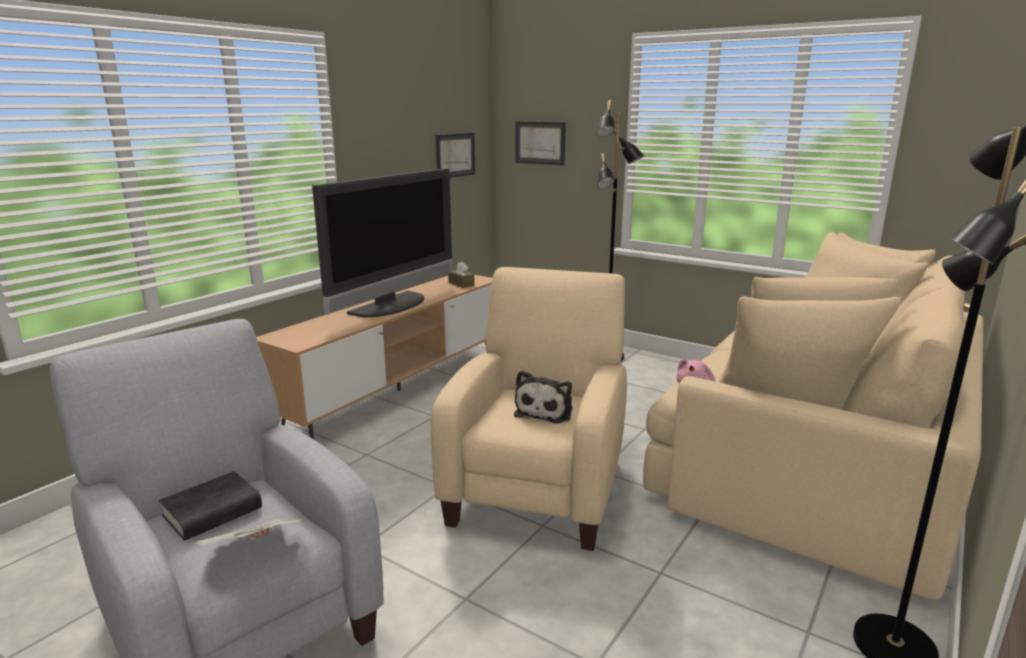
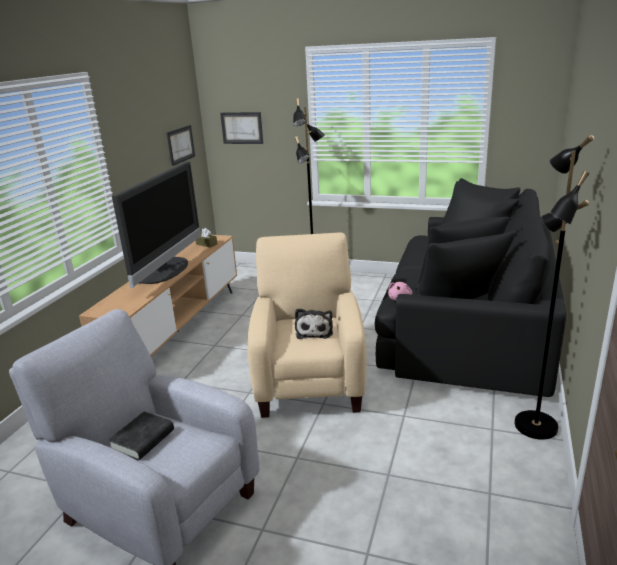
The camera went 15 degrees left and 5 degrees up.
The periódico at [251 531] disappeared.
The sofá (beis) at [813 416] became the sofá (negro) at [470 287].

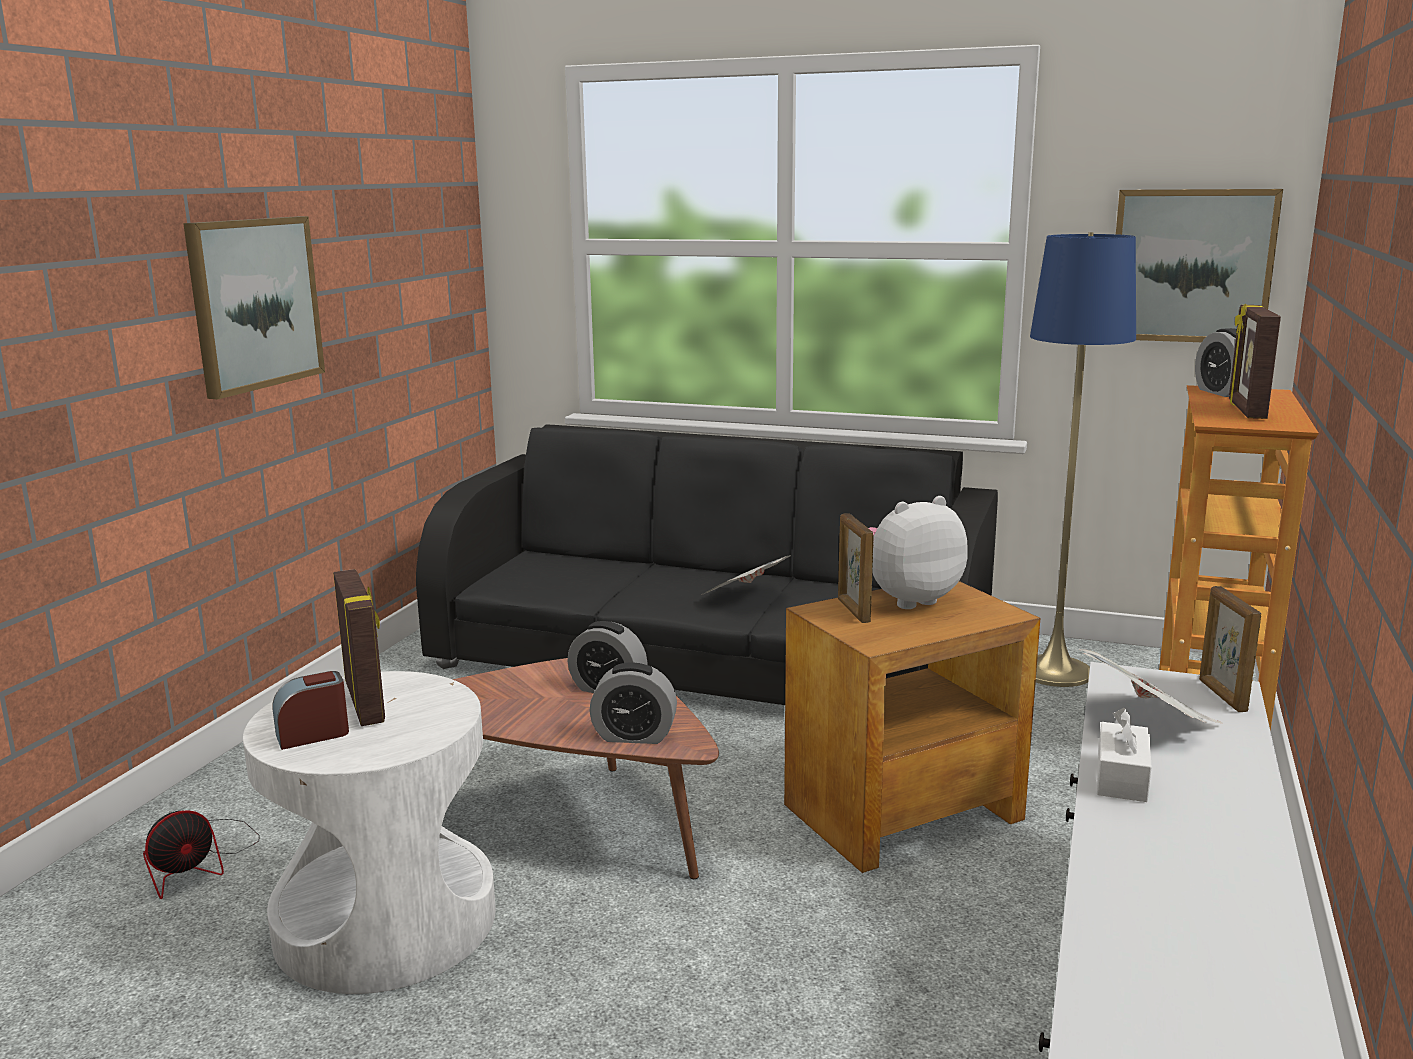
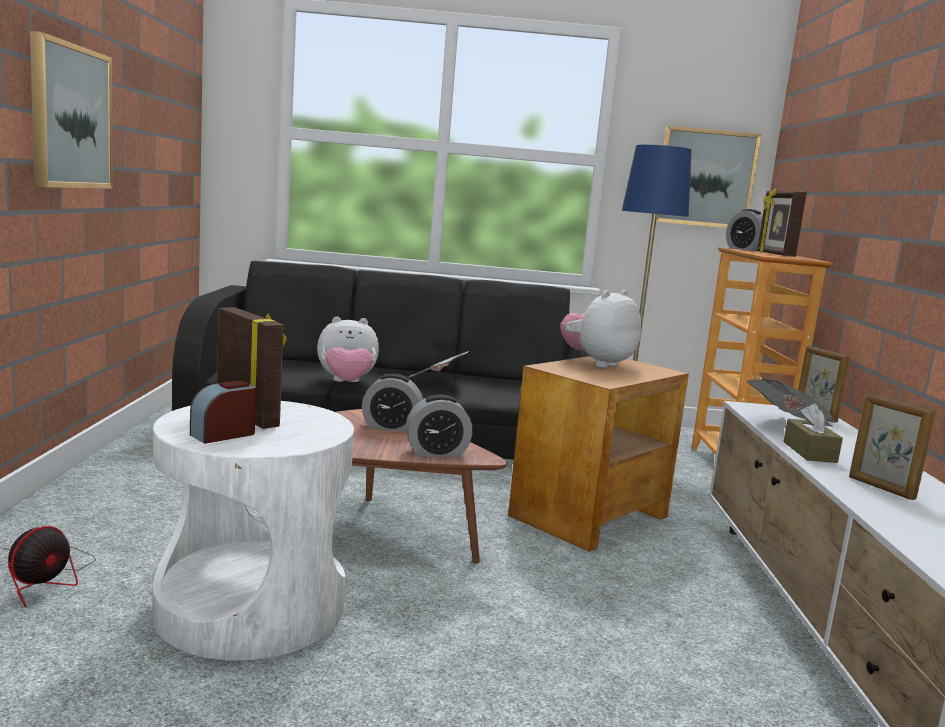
The camera went 20 degrees left and 5 degrees down.
The portarretratos moved from [856 568] to [892 446].
The caja de pañuelos (blanco) at [1124 755] became the caja de pañuelos (marrón) at [813 433].
The peluche at [348 349] appeared.

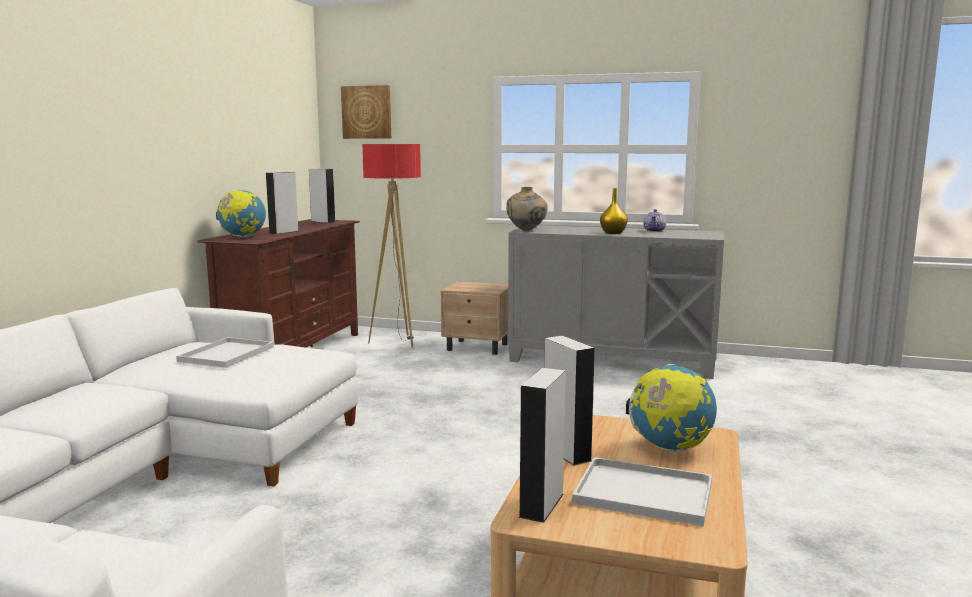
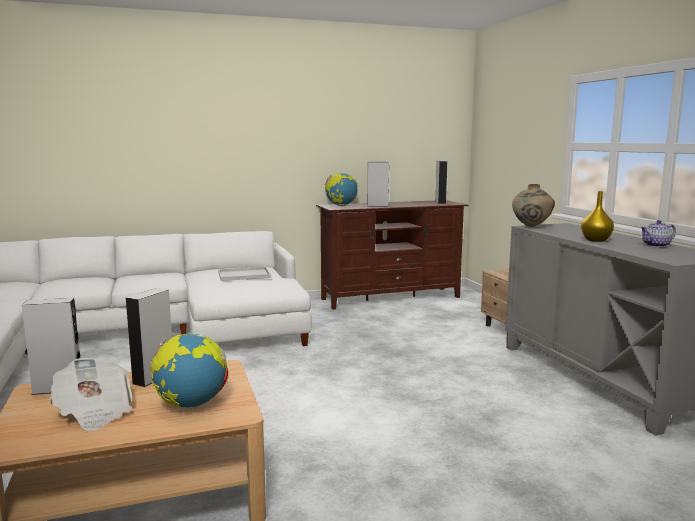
The camera went 55 degrees right and 0 degrees up.
The cuadro at [366 112] disappeared.
The lámpara de pie at [391 246] disappeared.
The bandeja (blanco) at [642 491] was replaced by the periódico at [91 394].

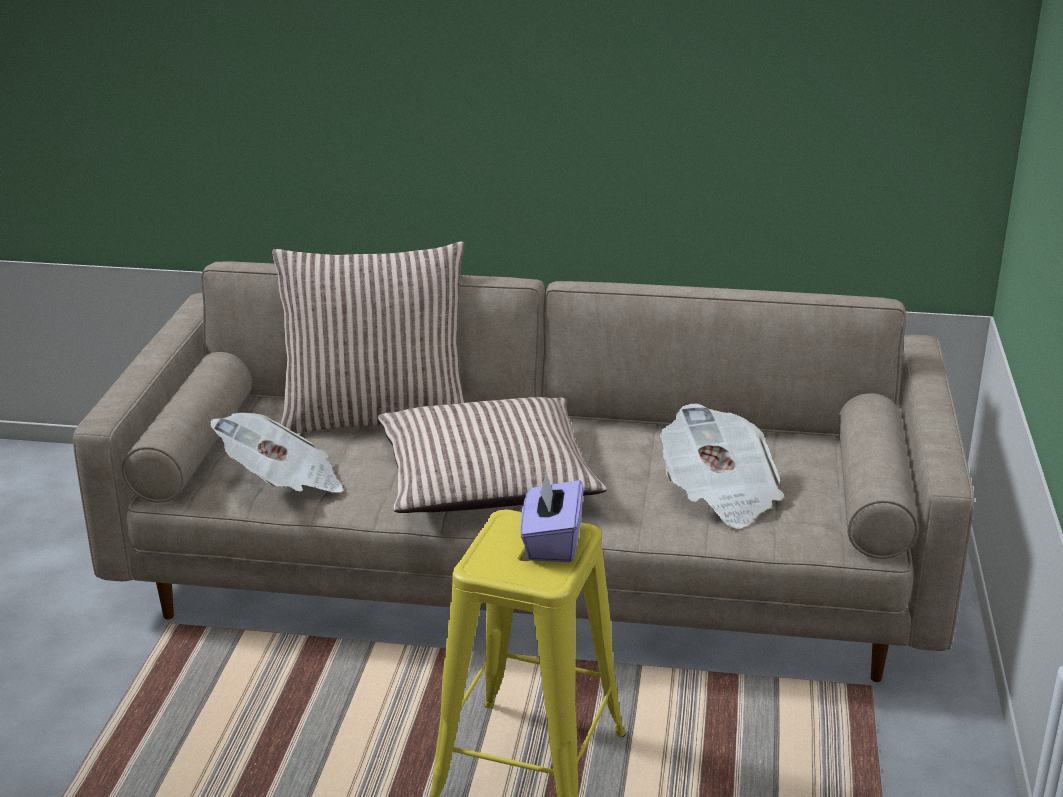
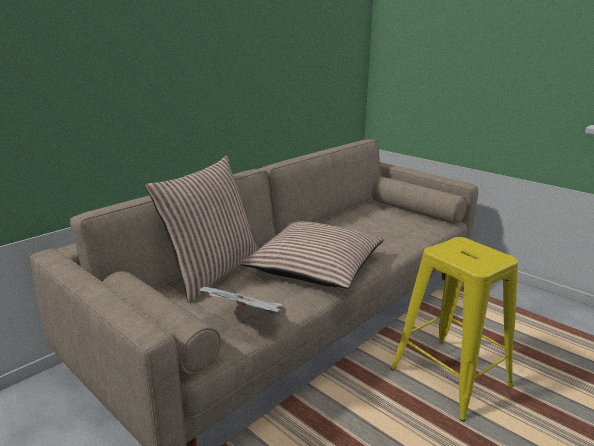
The camera went 55 degrees left and 5 degrees down.
The caja de pañuelos (morado) at [552 517] disappeared.
The periódico at [722 466] disappeared.

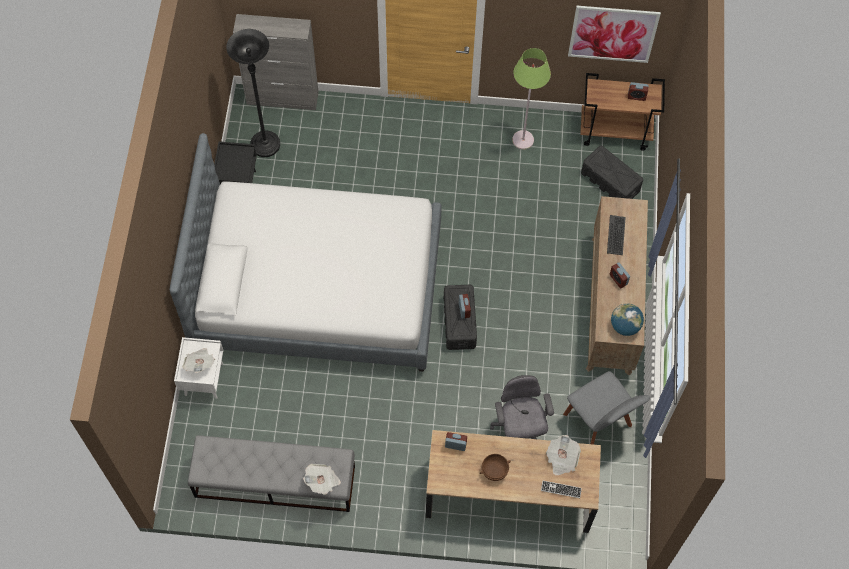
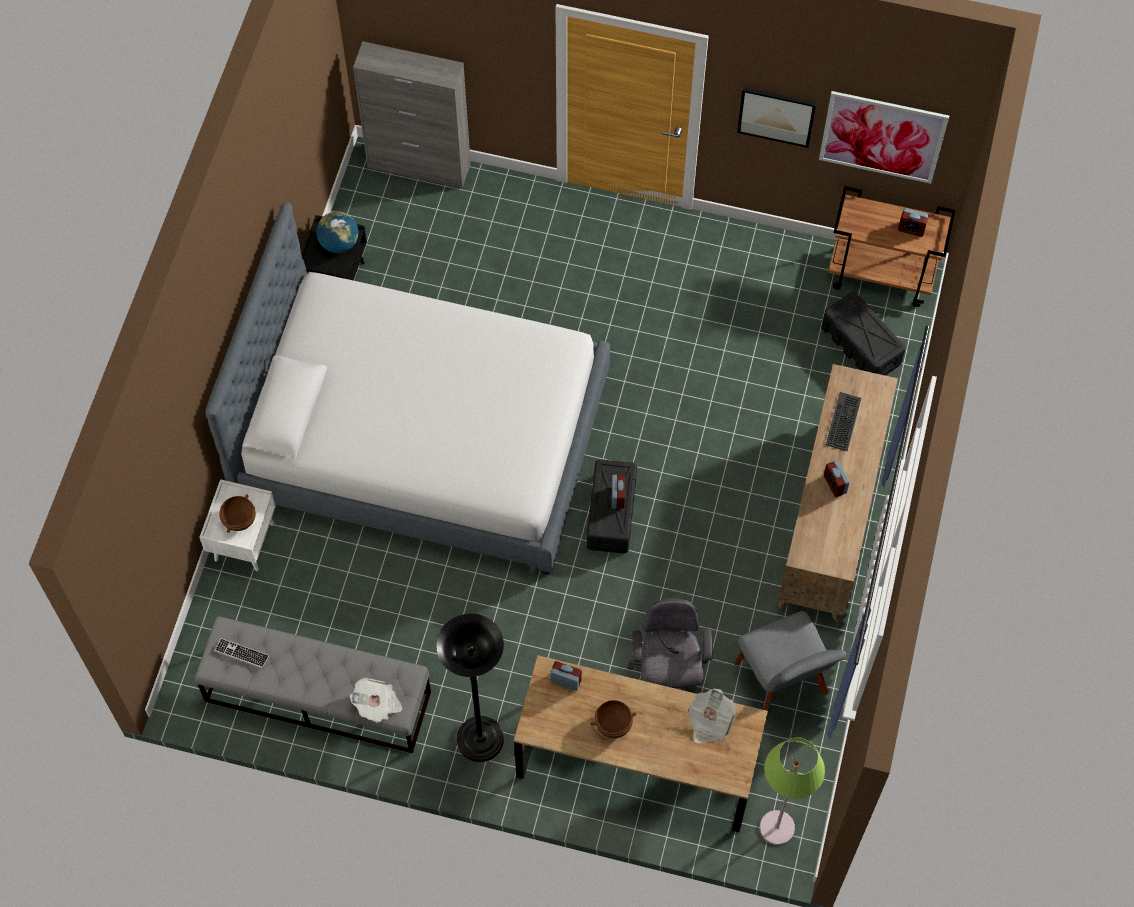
The camera went 10 degrees right and 0 degrees up.
The periódico at [199 360] was replaced by the cuenco (marrón) at [237 513].
The lámpara de pie (negro) moved from [253 93] to [470 688].
The lámpara de pie (verde) moved from [531 99] to [792 791].
The teclado moved from [561 489] to [241 653].
The globo terráqueo moved from [627 319] to [337 232].
The cuadro at [776 117] appeared.

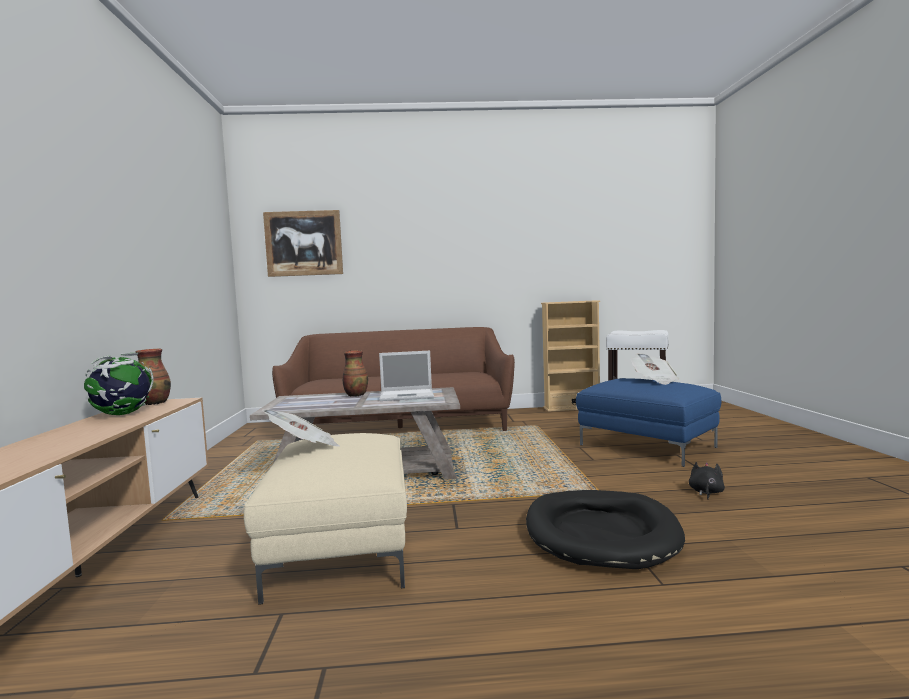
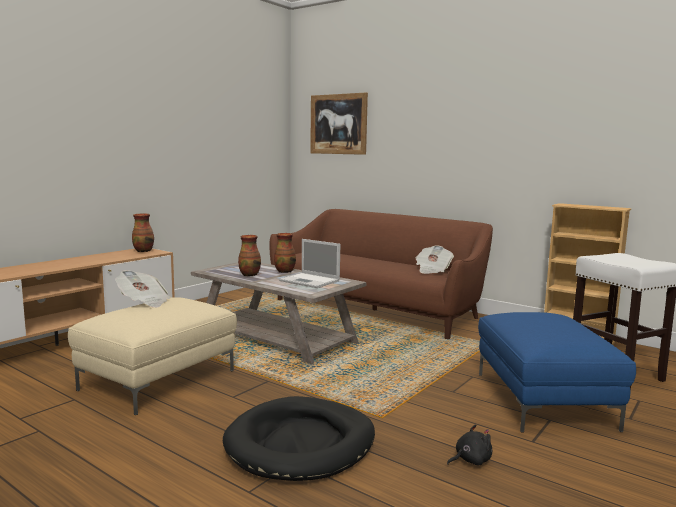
The camera went 40 degrees right and 5 degrees up.
The globo terráqueo at [118 384] disappeared.
The periódico moved from [654 369] to [435 259].
The florero at [249 255] appeared.

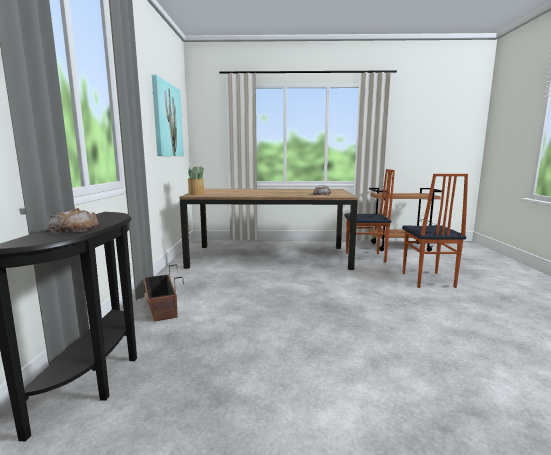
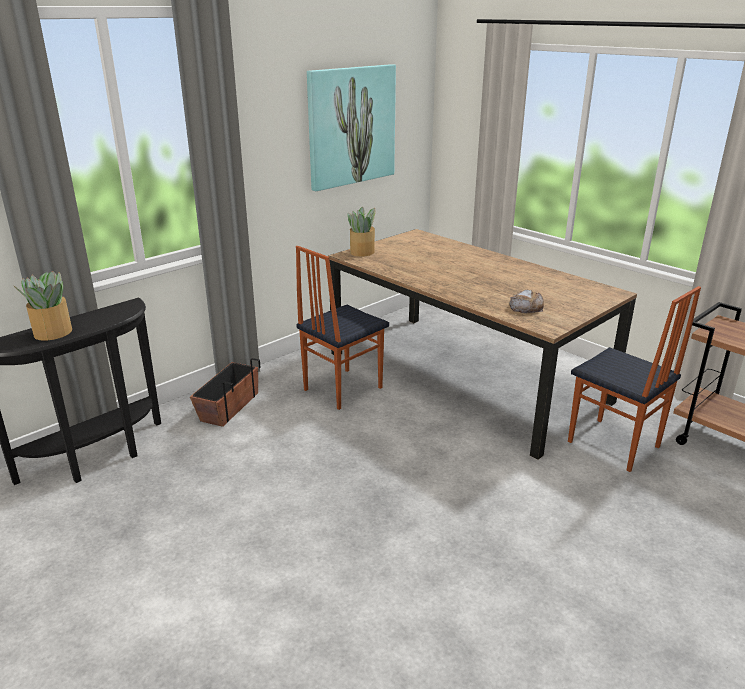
The camera went 45 degrees right and 15 degrees up.
The pan at [72 220] was replaced by the planta en maceta at [42 306].
The silla moved from [435 231] to [342 328].

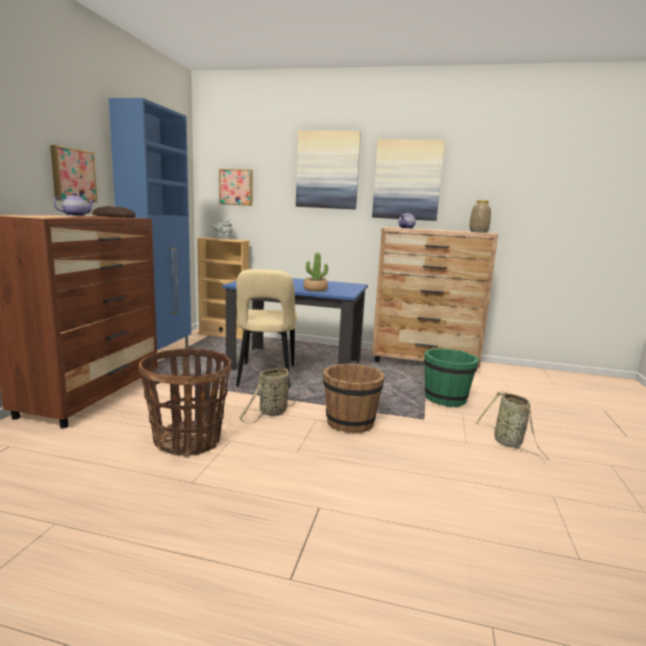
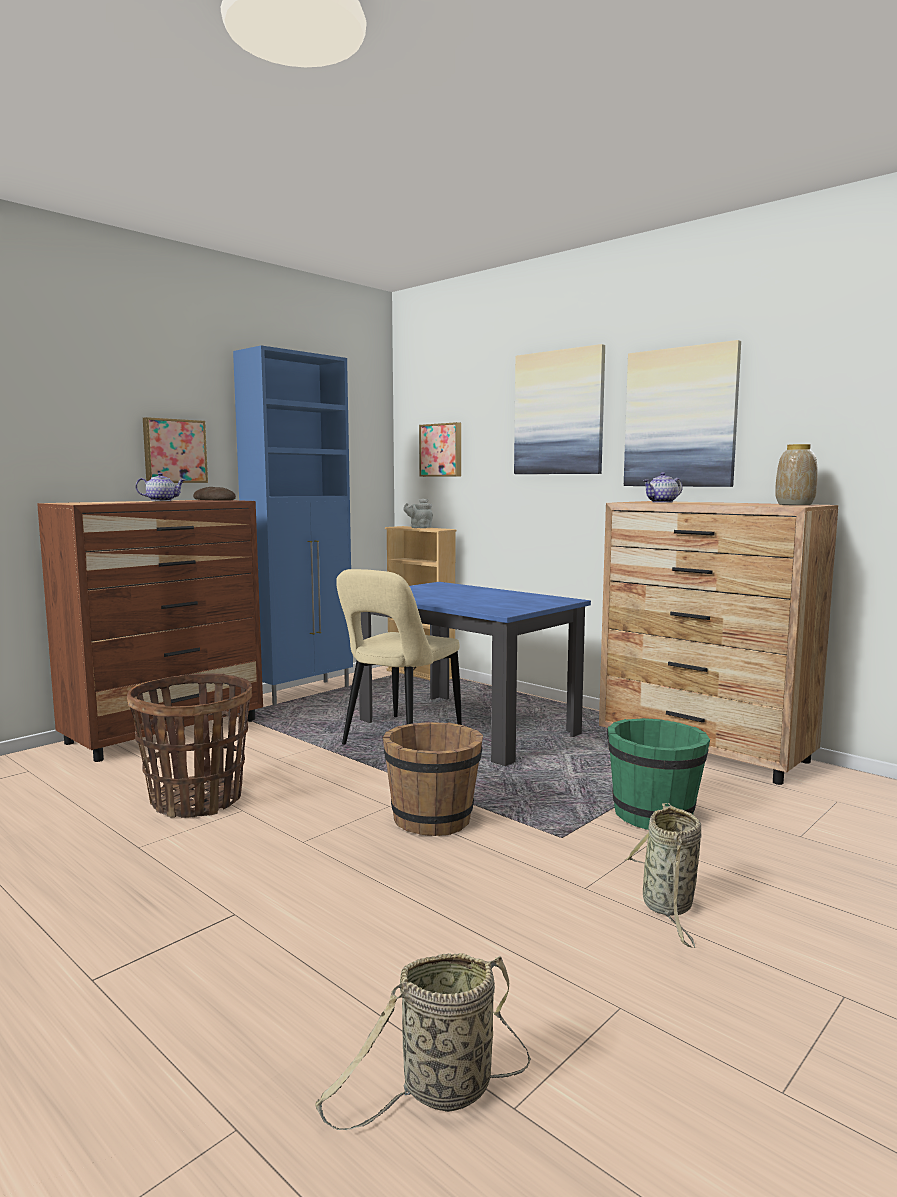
The camera went 30 degrees right and 5 degrees down.
The cesta moved from [267 396] to [423 1042].
The planta en maceta at [315 272] disappeared.

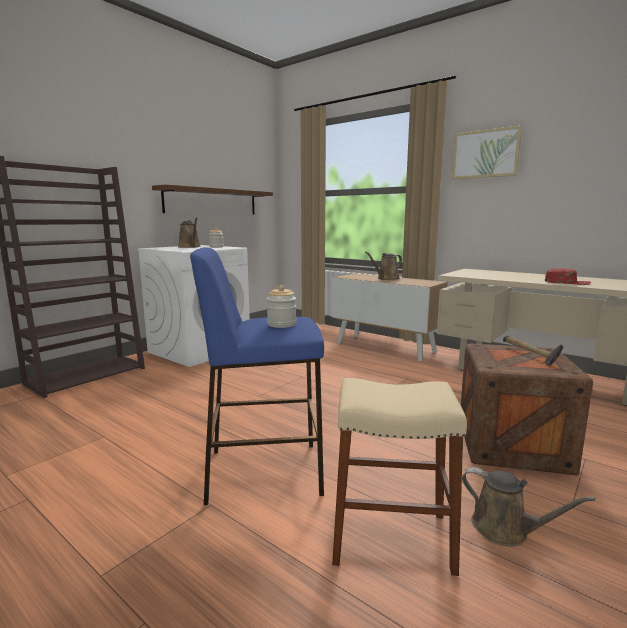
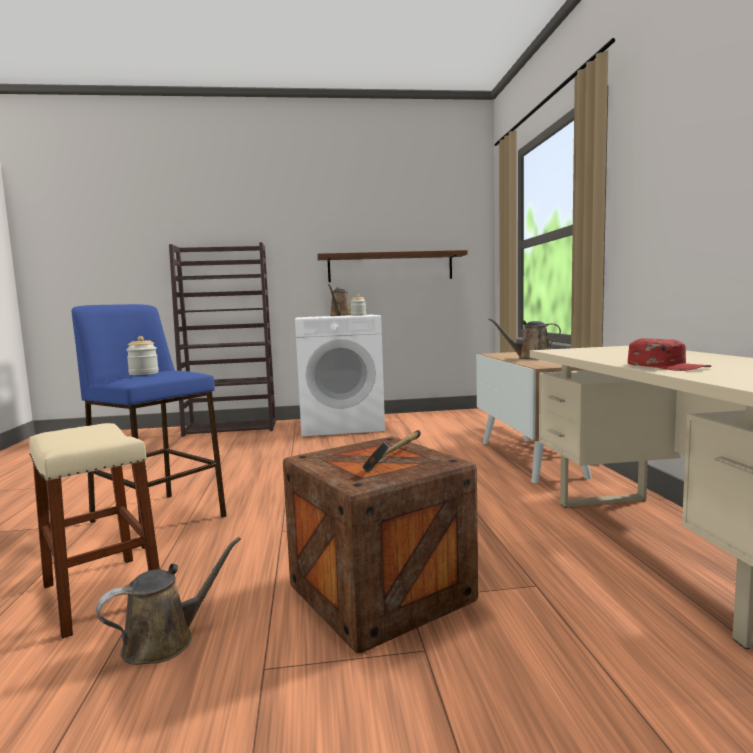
The camera went 45 degrees right and 5 degrees down.
The cuadro at [487 152] disappeared.
The regadera (marrón) at [528 507] turned 120 degrees counterclockwise.

